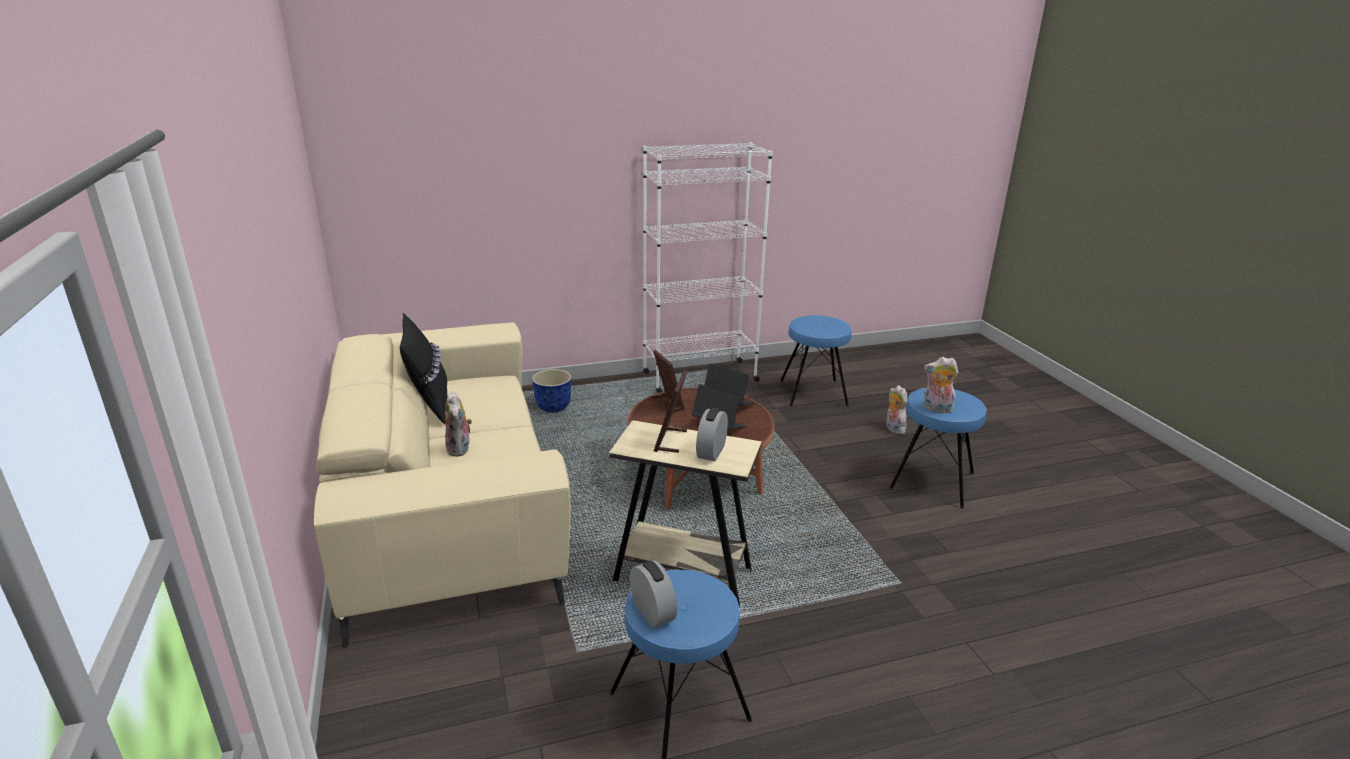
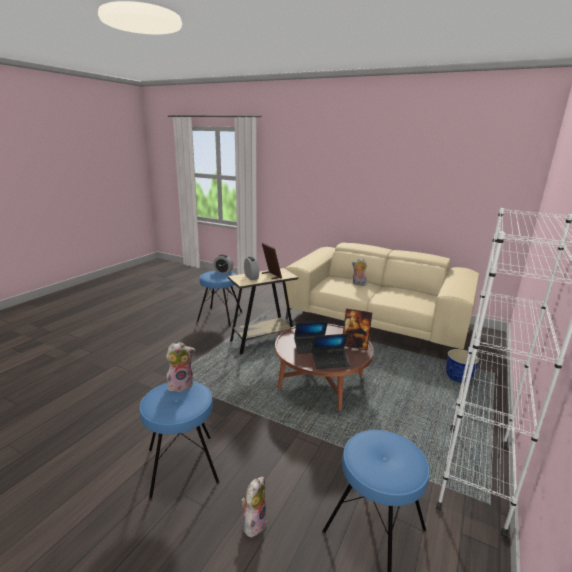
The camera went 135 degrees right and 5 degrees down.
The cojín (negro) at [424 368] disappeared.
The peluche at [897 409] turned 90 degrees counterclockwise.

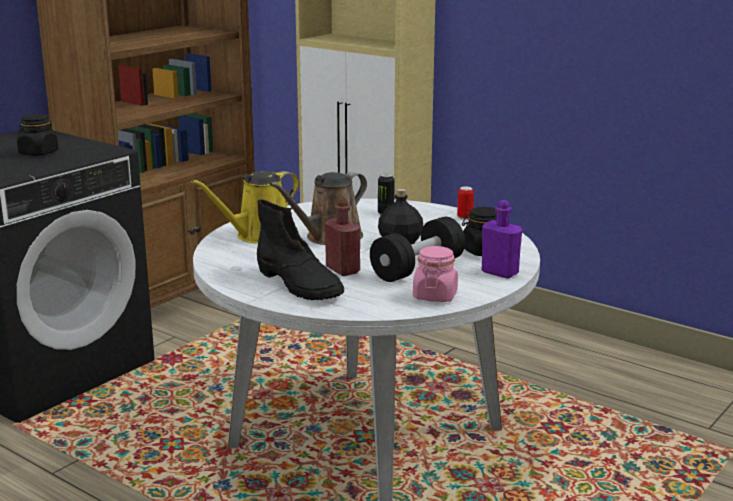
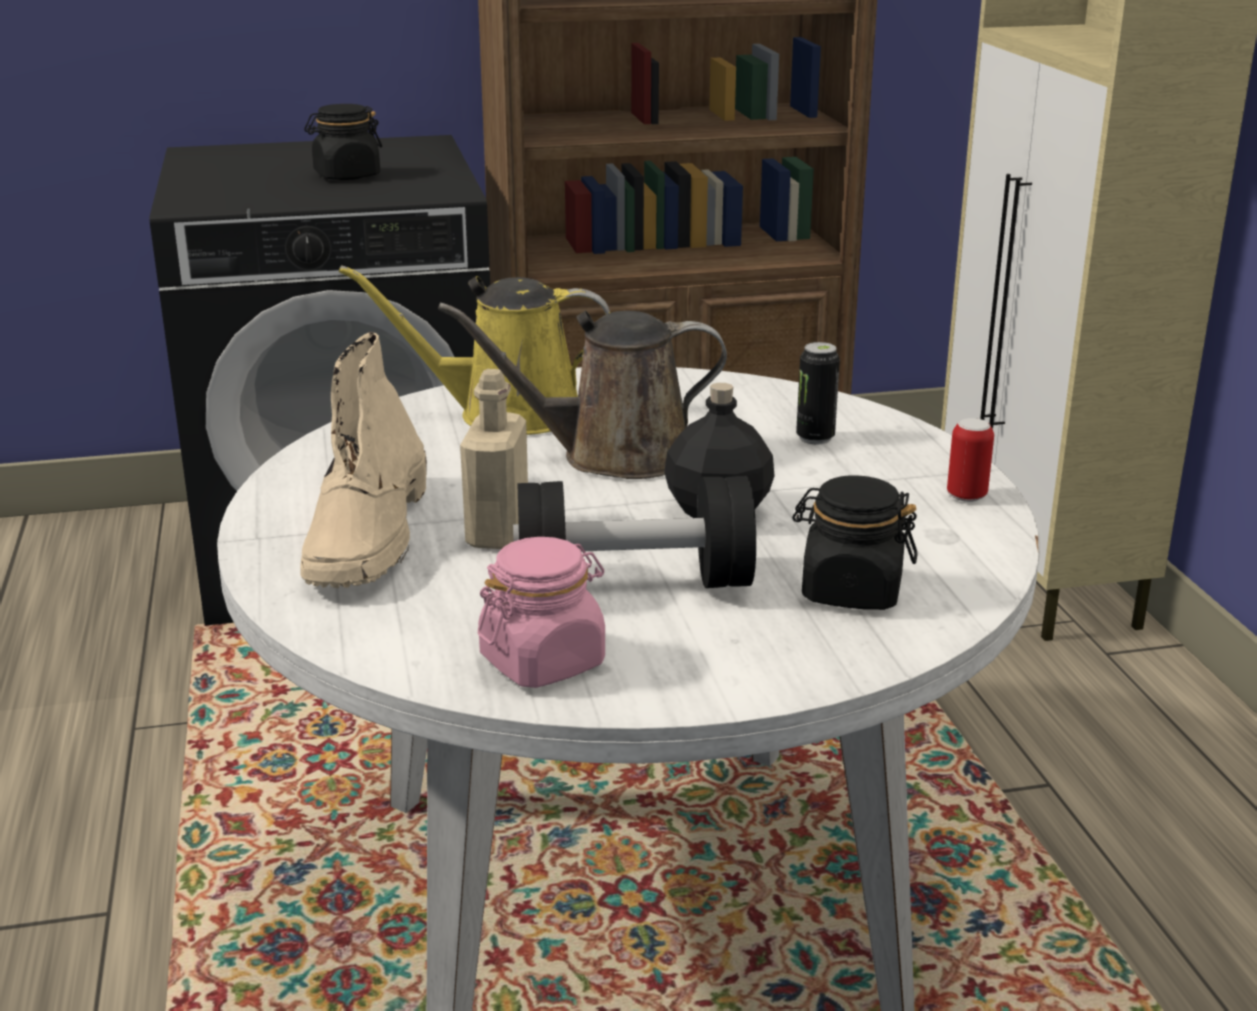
The camera went 40 degrees right and 5 degrees up.
The bota (negro) at [300 249] became the bota (beis) at [364 460].
The botella (rojo) at [342 237] became the botella (beis) at [494 459].
The botella (morado) at [502 239] disappeared.

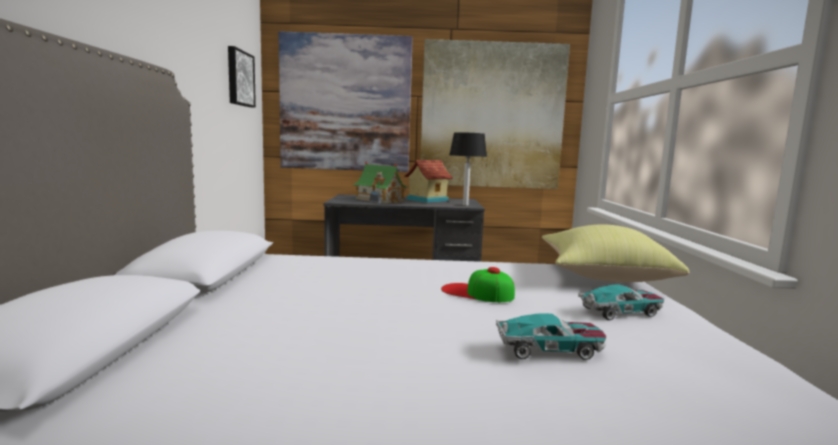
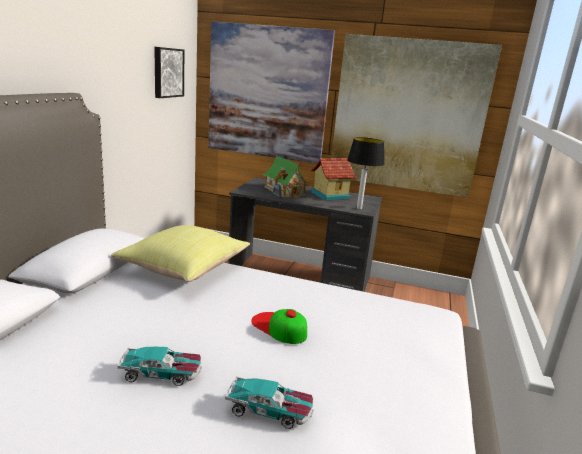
The camera went 15 degrees right and 10 degrees up.
The cojín (amarillo) moved from [615 253] to [180 253].
The coche de juguete moved from [621 302] to [160 366].

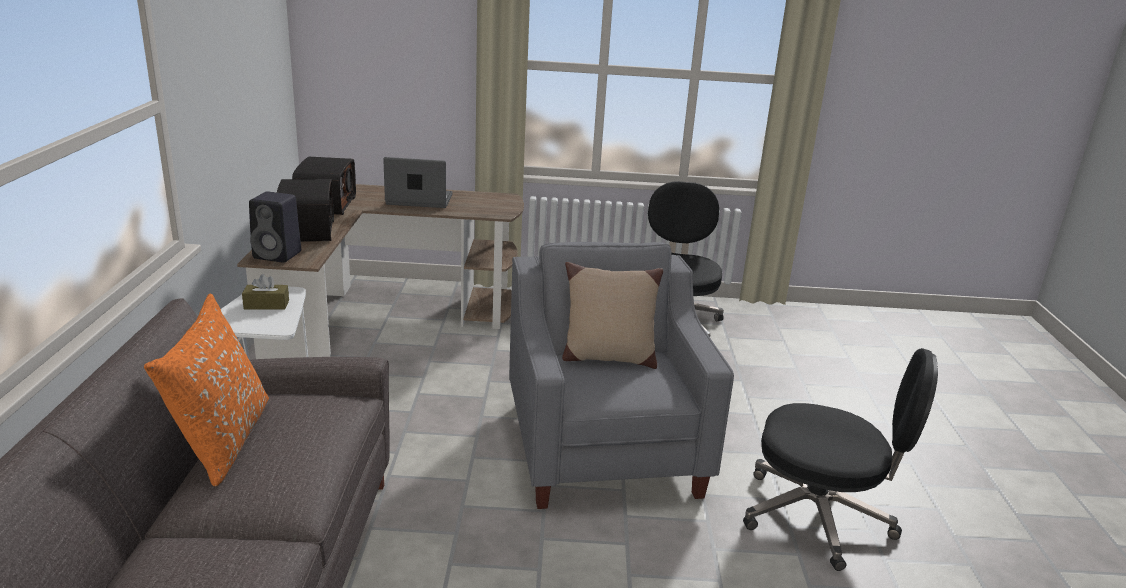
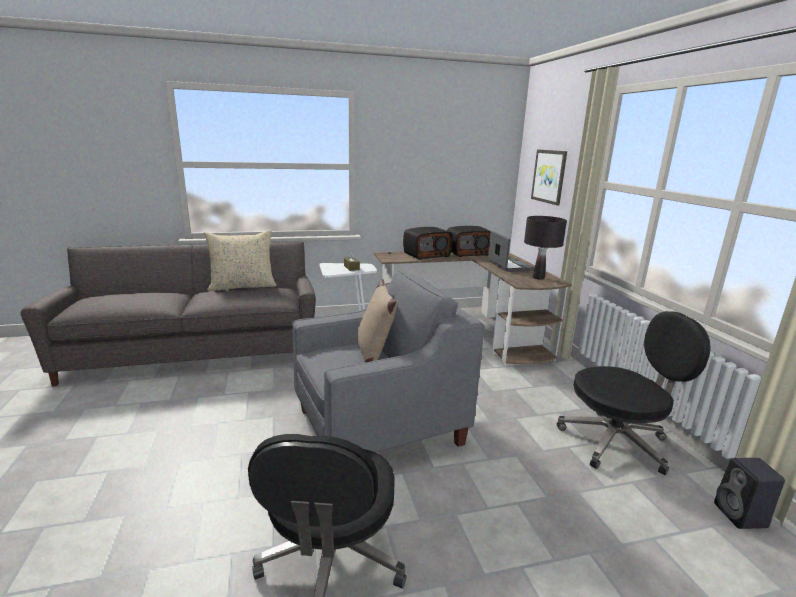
The camera went 75 degrees right and 5 degrees down.
The cojín (naranja) at [206 390] became the cojín (beis) at [240 260].
The altavoz (negro) moved from [275 227] to [749 493].
The lámpara de mesa (negro) at [545 248] appeared.
The cuadro at [549 177] appeared.

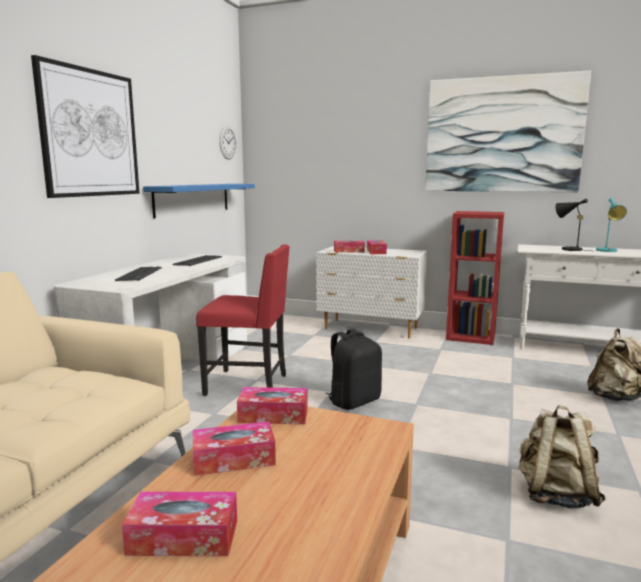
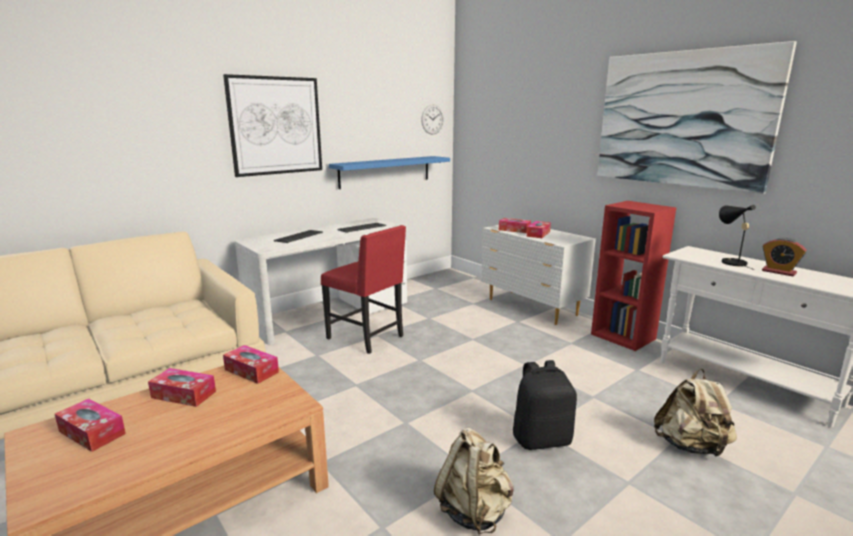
The camera went 30 degrees right and 5 degrees up.
The mochila (negro) moved from [354 369] to [545 405].
The lámpara de mesa (turquesa) at [611 225] was replaced by the despertador at [784 257].

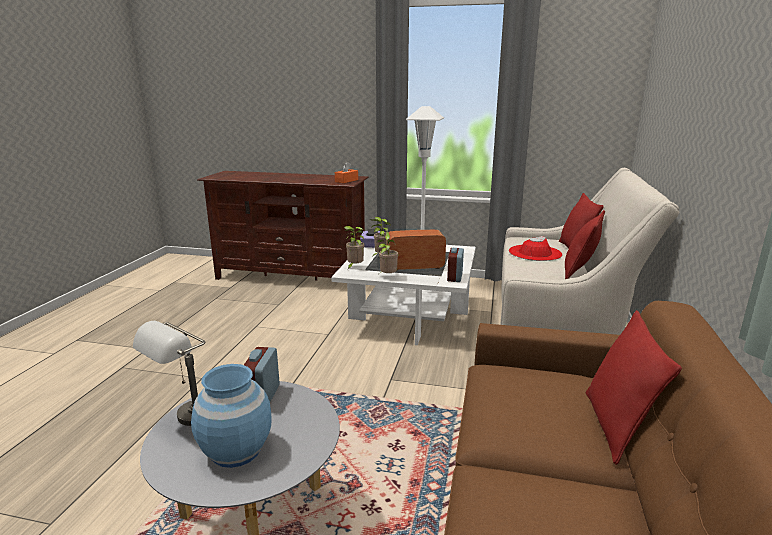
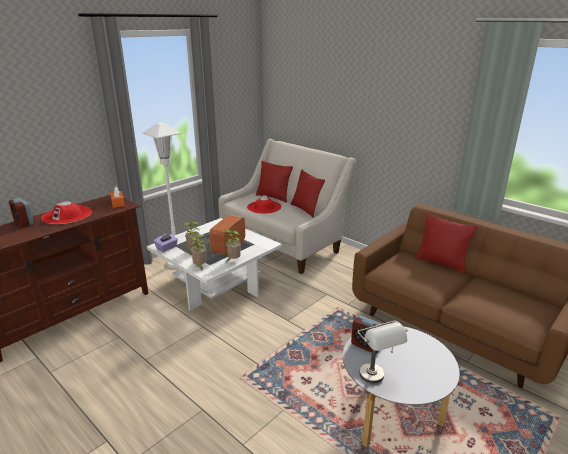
The camera went 60 degrees left and 5 degrees up.
The florero (azul) at [231 416] disappeared.
The despertador moved from [455 265] to [21 212].
The sombrero (rojo) at [67 212] appeared.

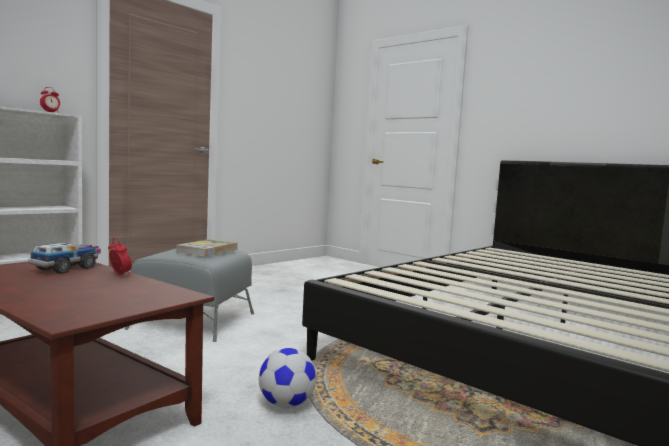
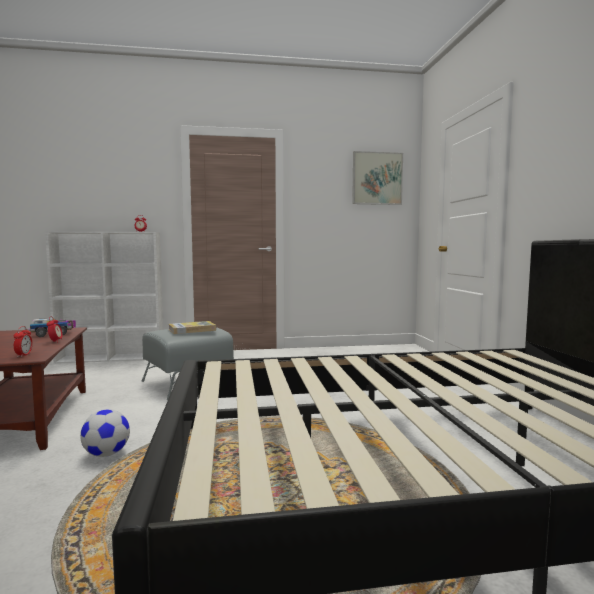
The camera went 40 degrees right and 0 degrees up.
The despertador at [23 341] appeared.
The cuadro at [377 178] appeared.

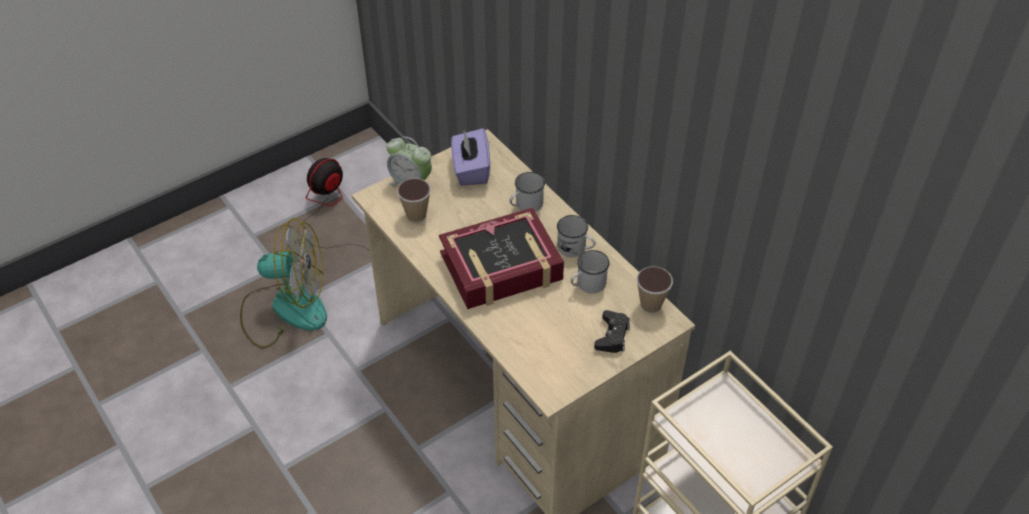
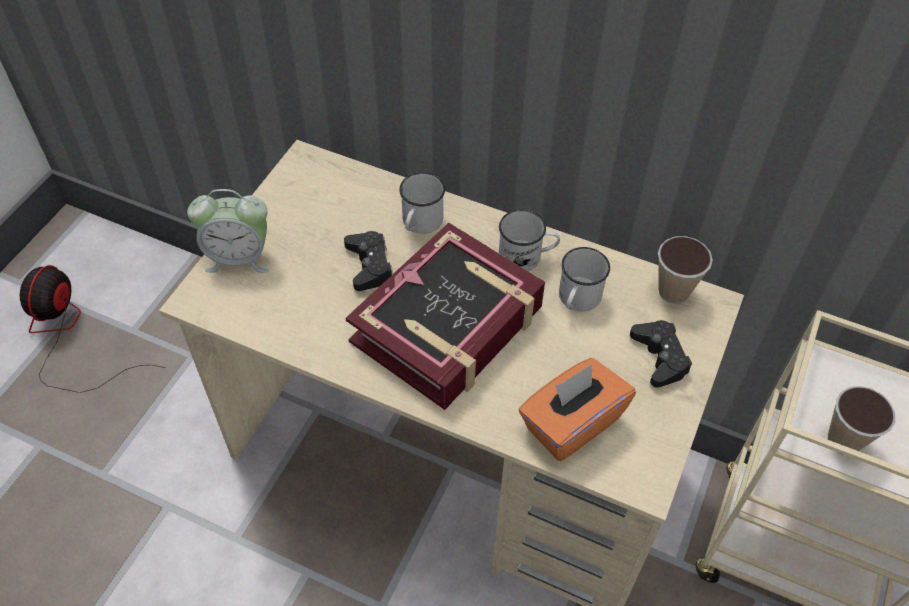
The camera went 30 degrees left and 5 degrees up.
The ventilador at [283 283] disappeared.
The taza moved from [414 200] to [861 420].
The caja de pañuelos (morado) at [470 157] disappeared.
The mando de consola (negro) at [368 261] appeared.
The caja de pañuelos (naranja) at [577 409] appeared.

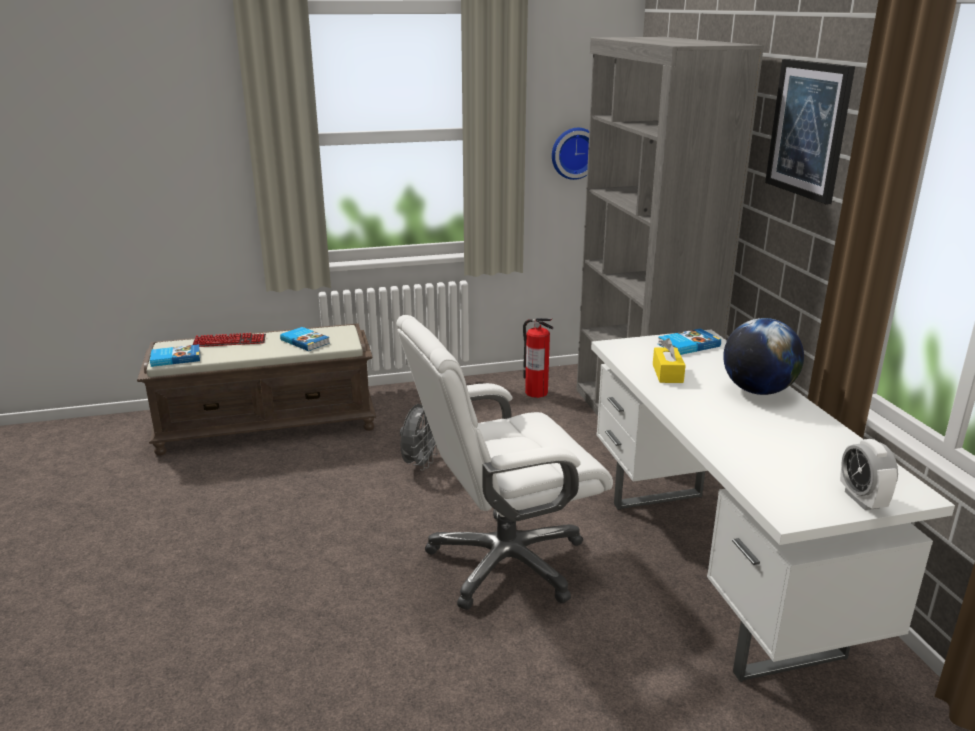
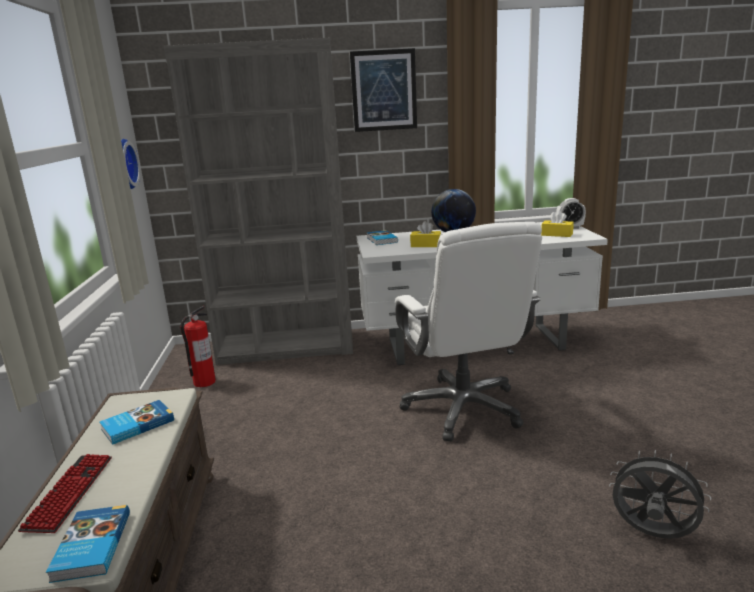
The camera went 80 degrees left and 5 degrees down.
The ventilador (gris) moved from [418 437] to [660 494].
The caja de pañuelos (amarillo) at [557 223] appeared.

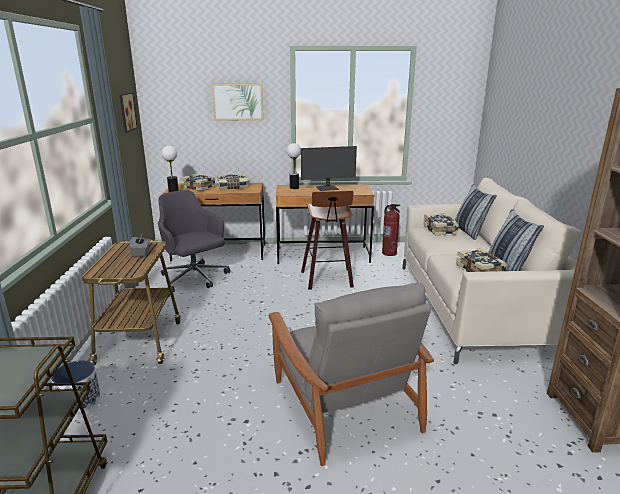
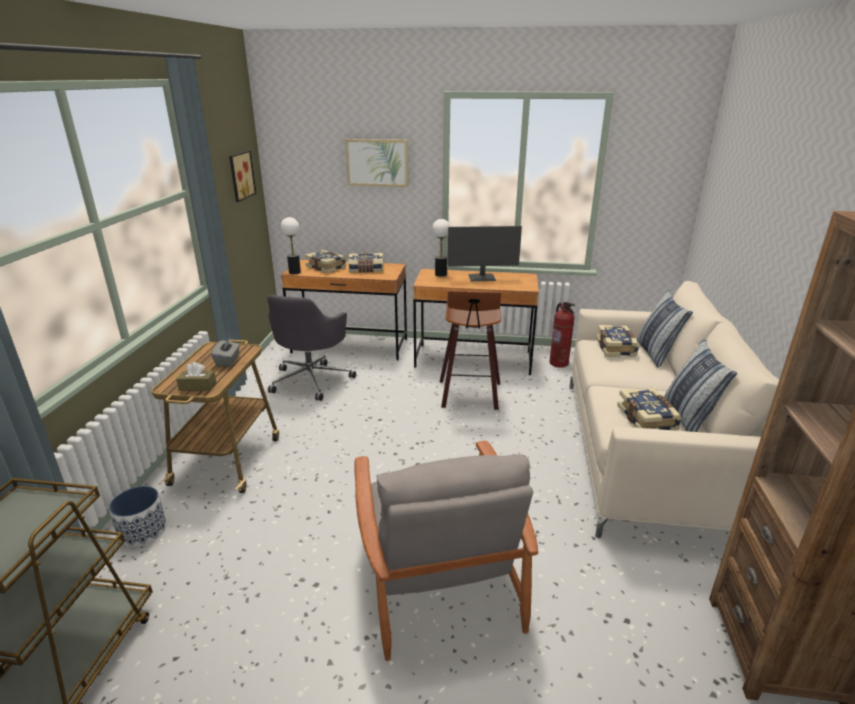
The camera went 10 degrees right and 5 degrees up.
The silla de oficina (gris) at [194 241] turned 135 degrees counterclockwise.
The caja de pañuelos (marrón) at [196 376] appeared.

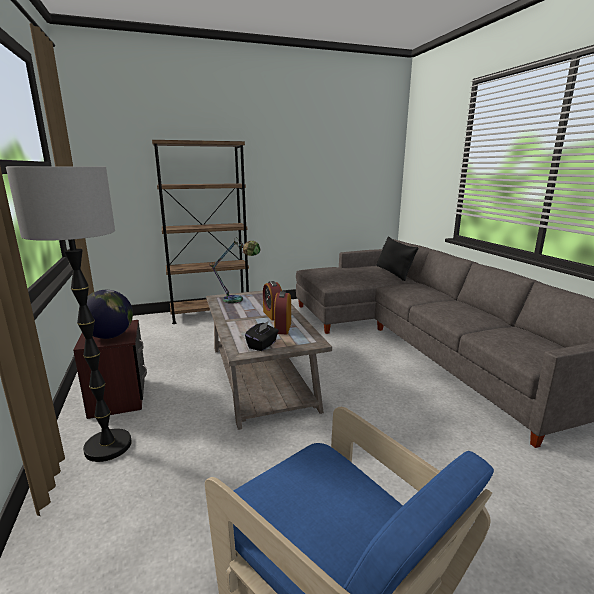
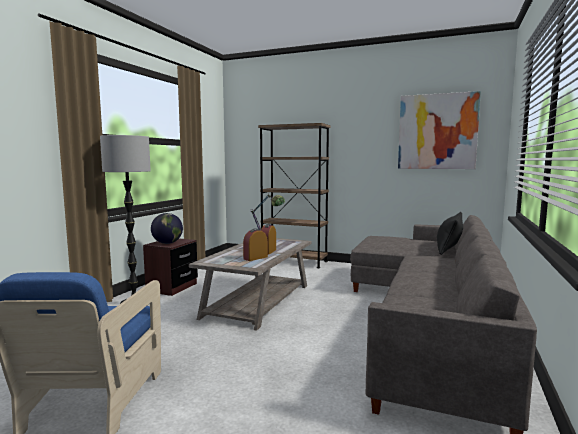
The camera went 40 degrees right and 10 degrees down.
The caja de pañuelos (negro) at [262 336] disappeared.
The cuadro at [439 130] appeared.

